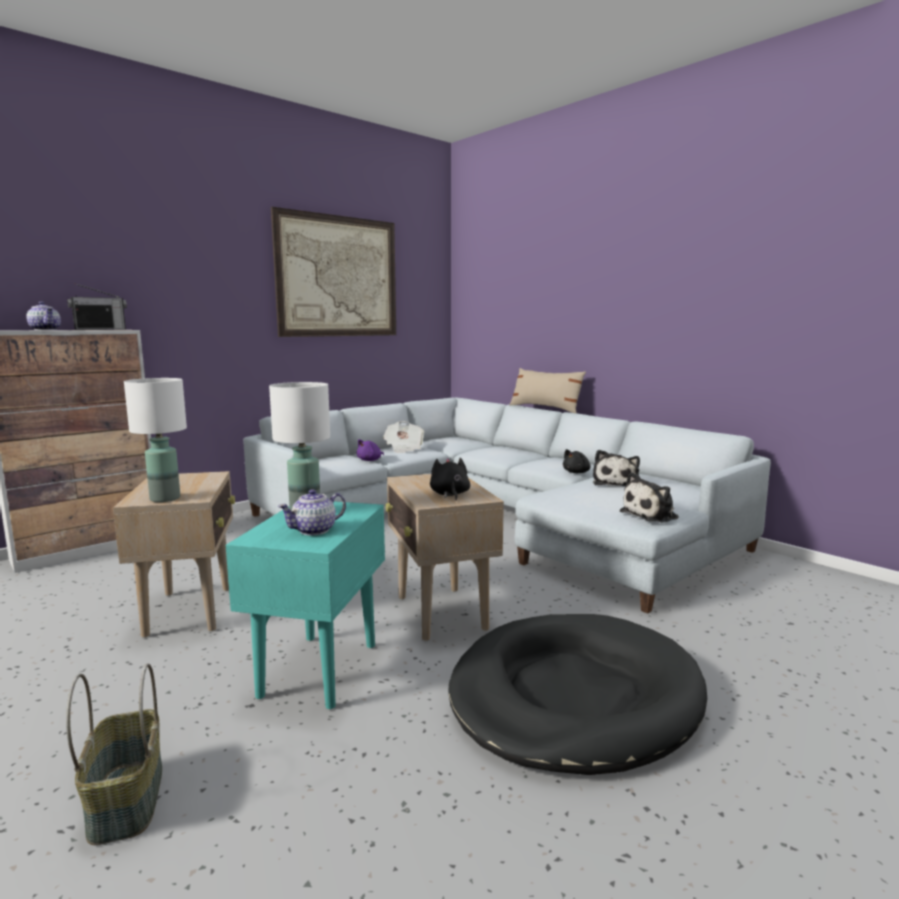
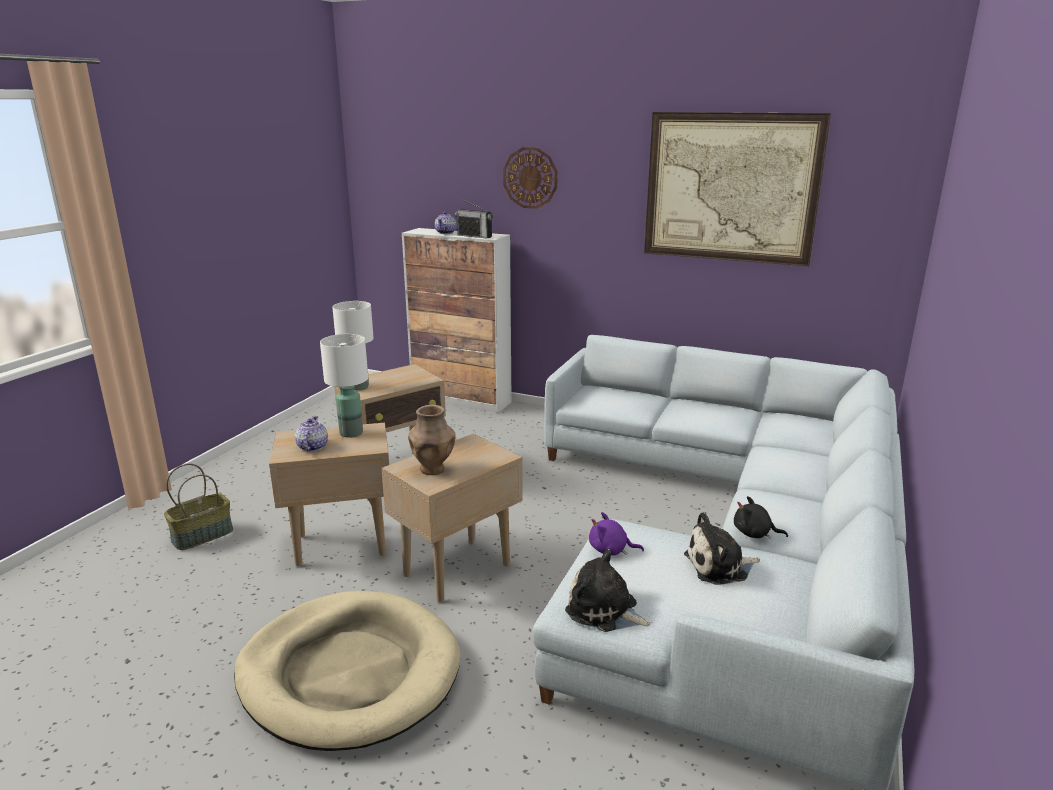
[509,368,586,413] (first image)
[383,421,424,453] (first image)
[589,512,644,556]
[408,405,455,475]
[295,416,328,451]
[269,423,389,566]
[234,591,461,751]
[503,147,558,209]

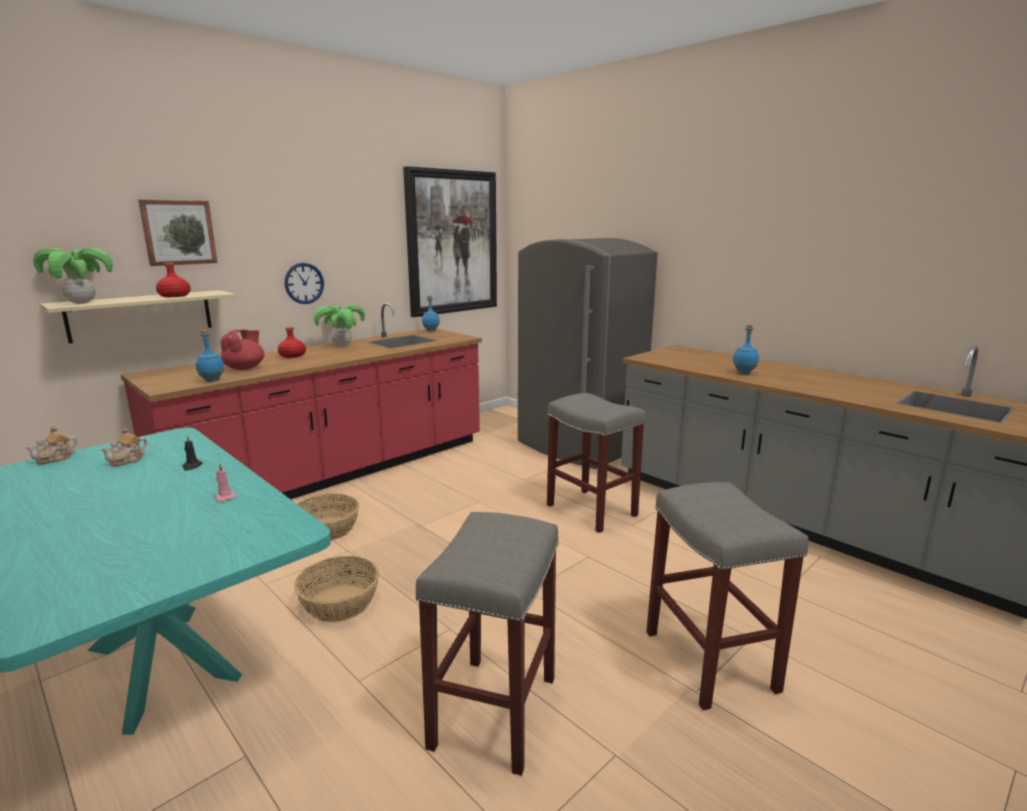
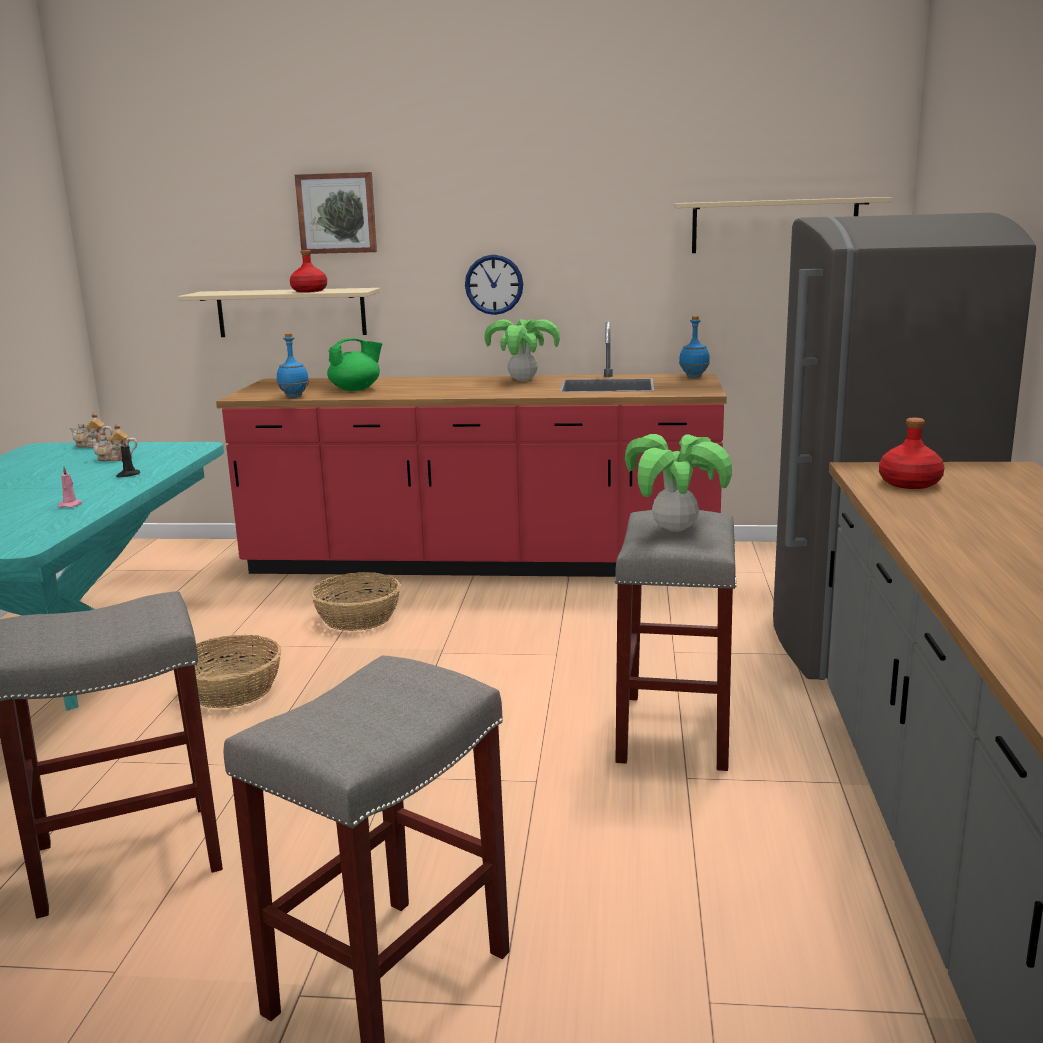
[674,197,893,253]
[625,434,732,532]
[733,324,759,374] (first image)
[879,418,944,489]
[327,338,382,391]

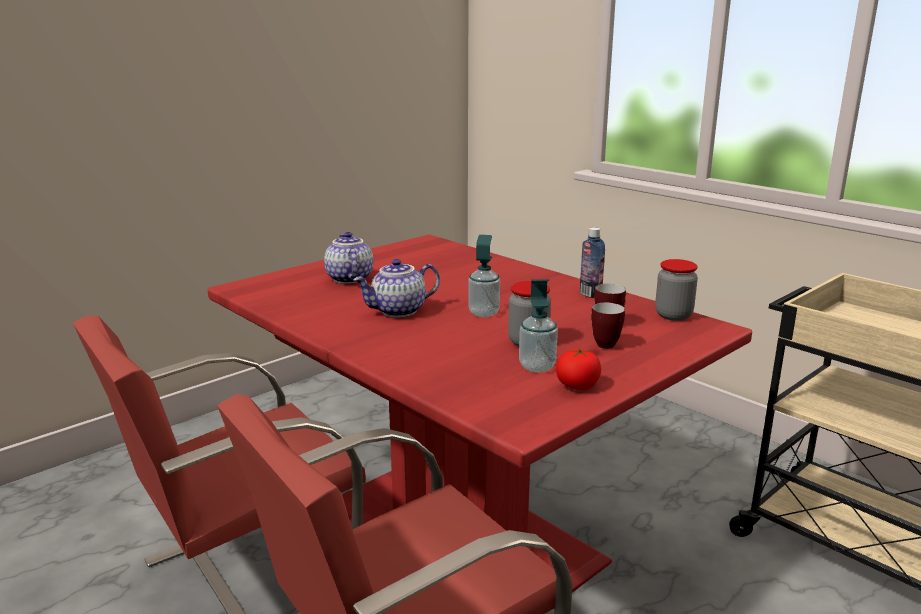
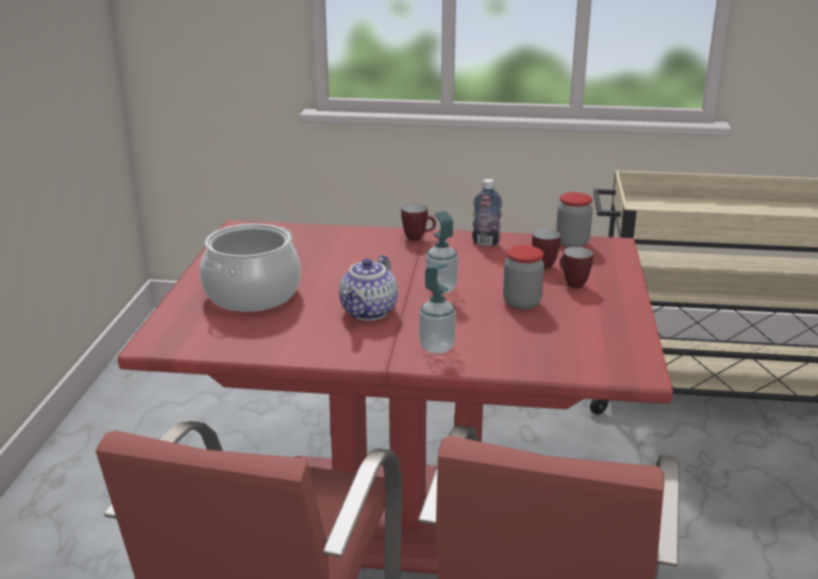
[200,224,301,312]
[419,264,456,354]
[556,348,601,390] (first image)
[401,204,436,241]

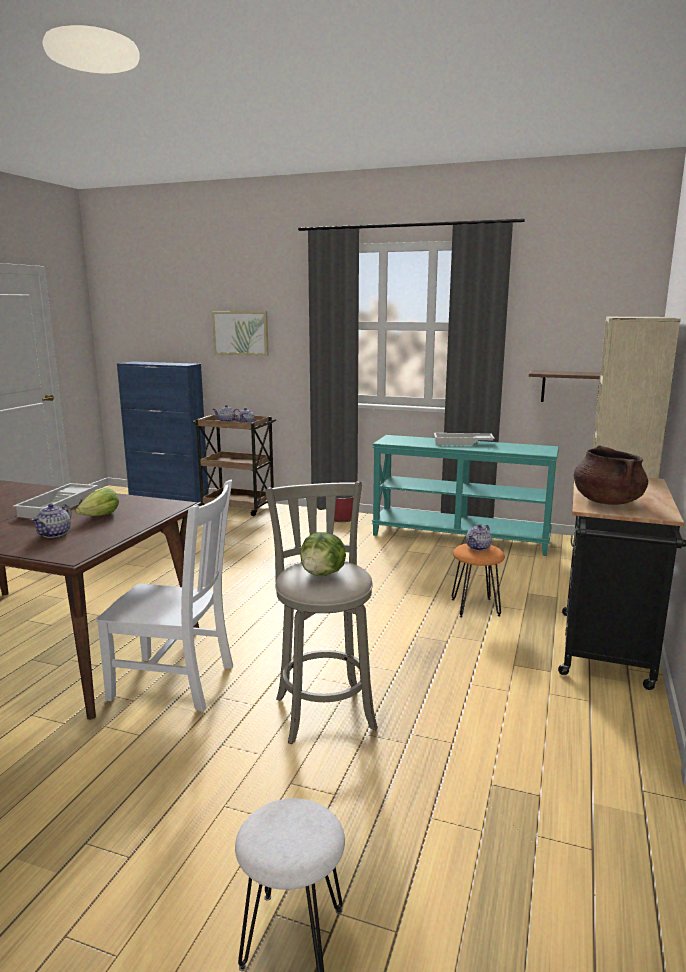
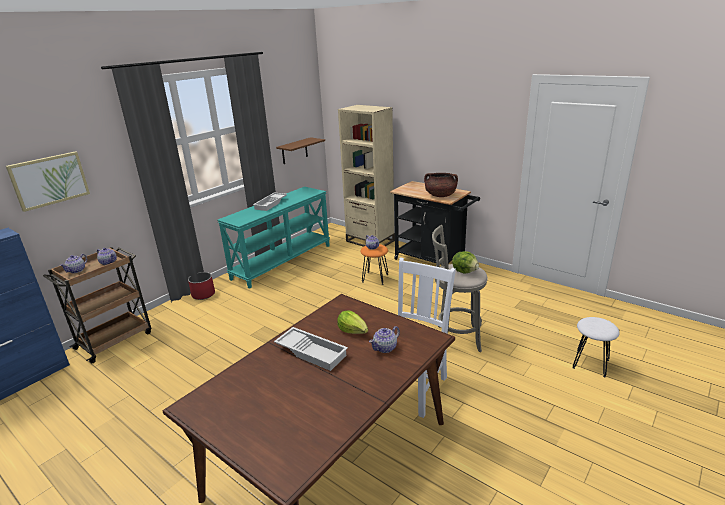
[369,326,400,353]

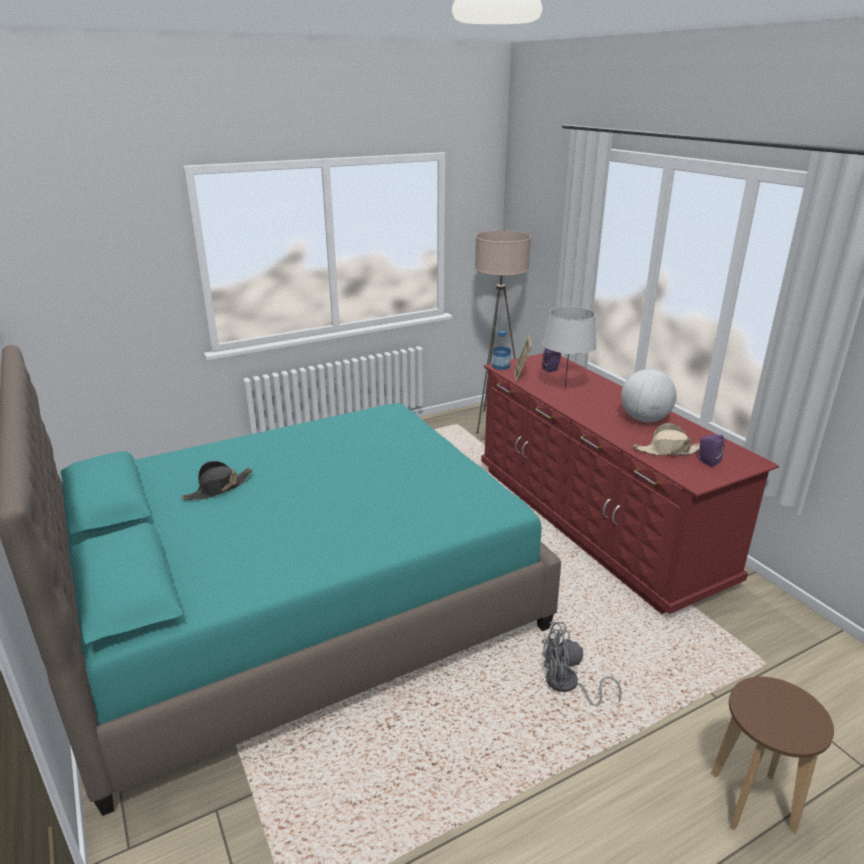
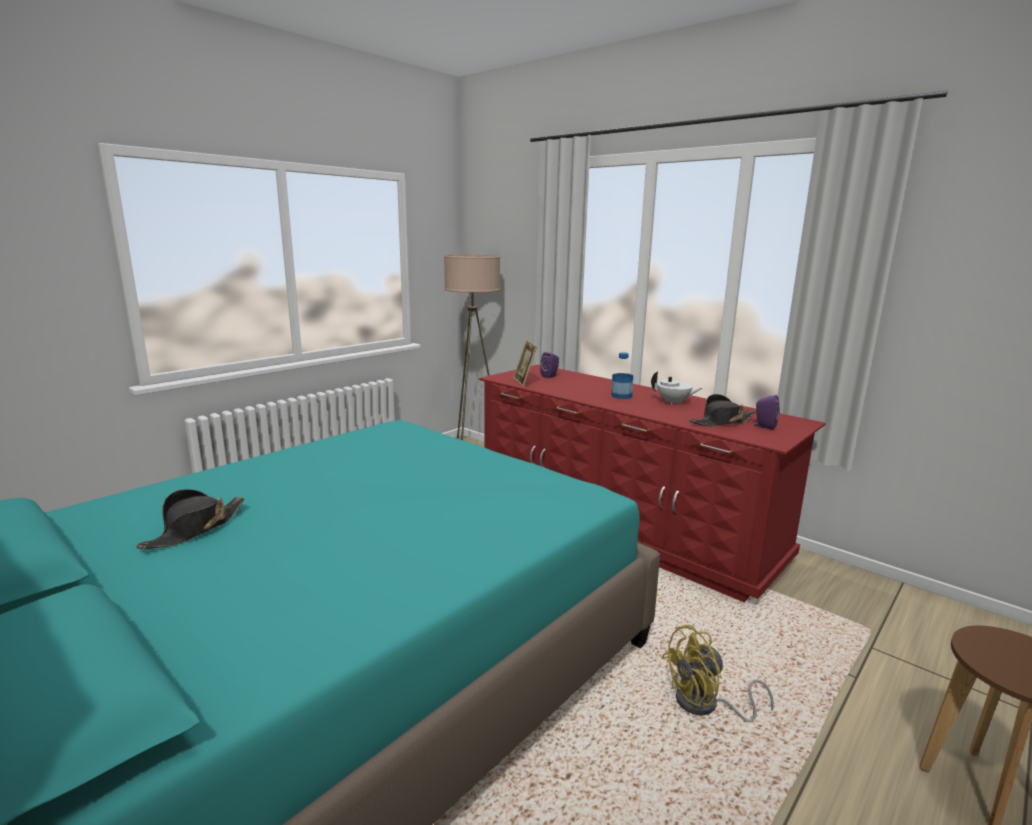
[542,307,597,389] (first image)
[611,352,633,399]
[651,371,703,405]
[688,394,756,426]
[661,625,773,722]

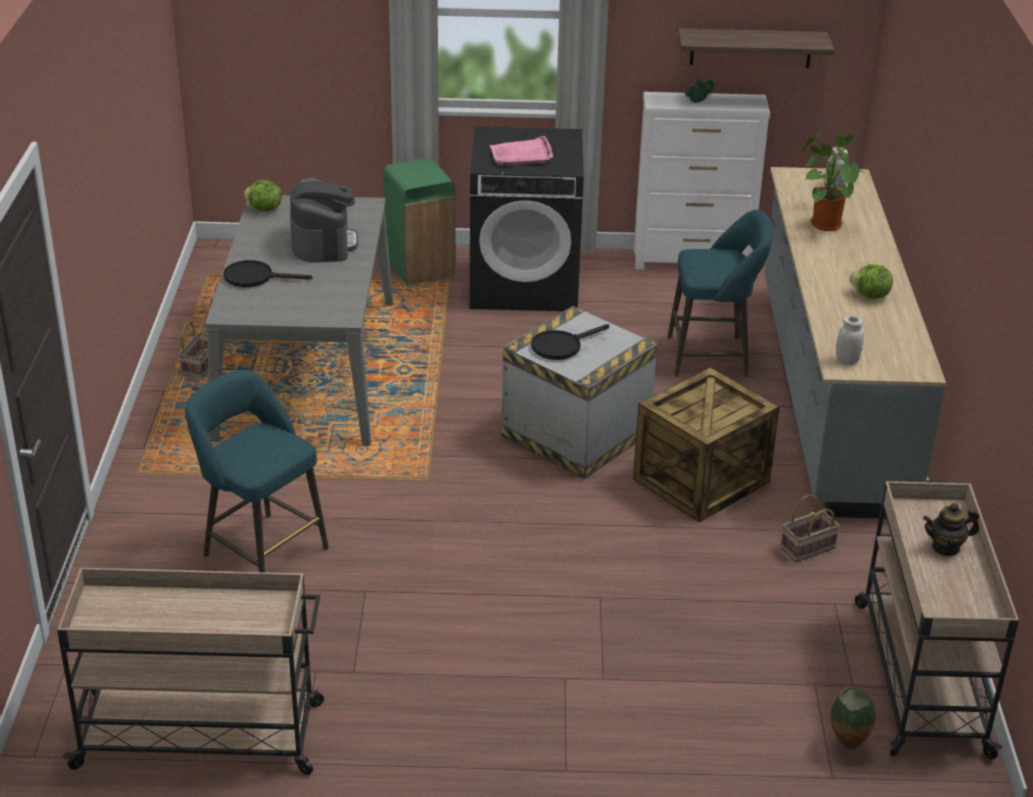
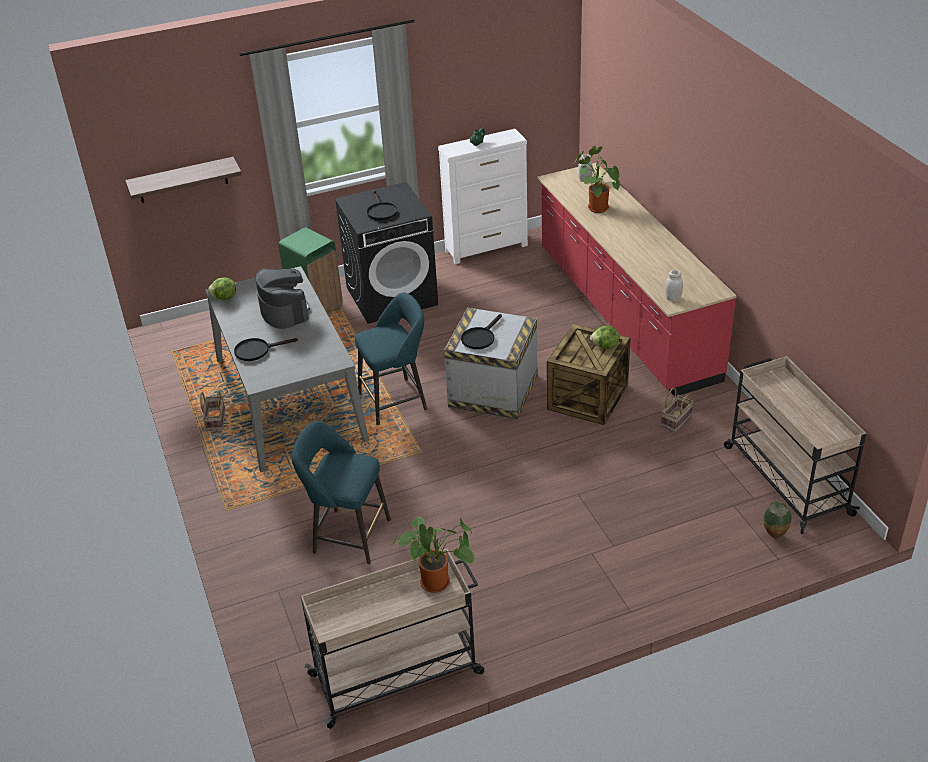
[125,157,242,203]
[367,191,397,220]
[537,163,737,396]
[355,292,427,425]
[590,326,619,350]
[923,503,979,556] (first image)
[392,516,475,593]

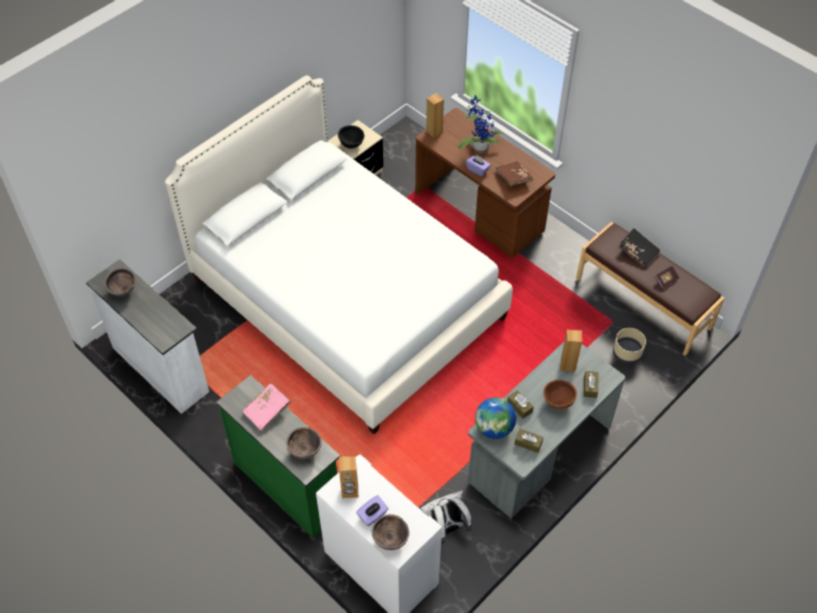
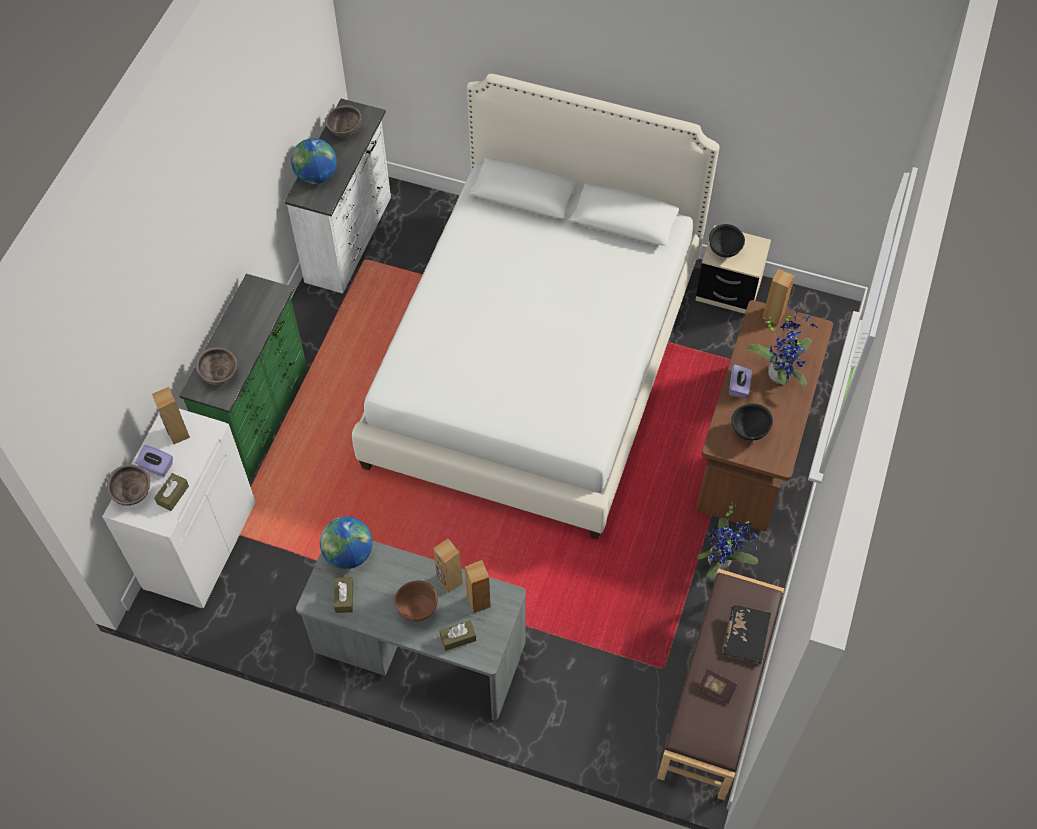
[731,403,773,441]
[613,328,646,364] (first image)
[242,383,291,432] (first image)
[154,473,189,511]
[420,490,472,544] (first image)
[291,138,337,184]
[697,503,760,579]
[433,539,463,593]

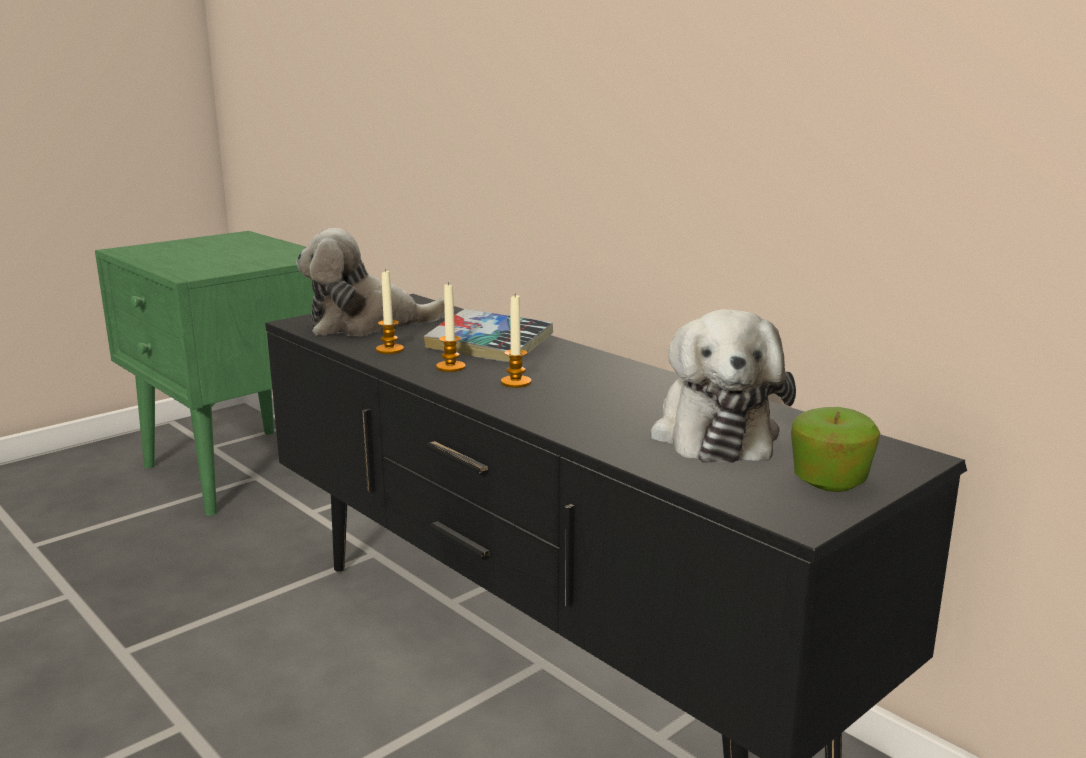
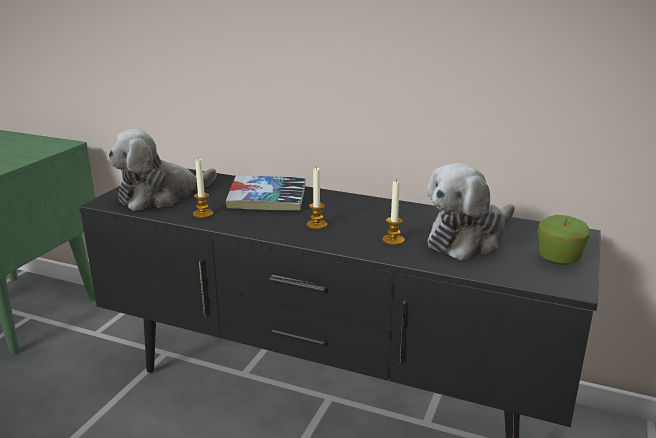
[383,181,404,245]
[427,163,515,260]

